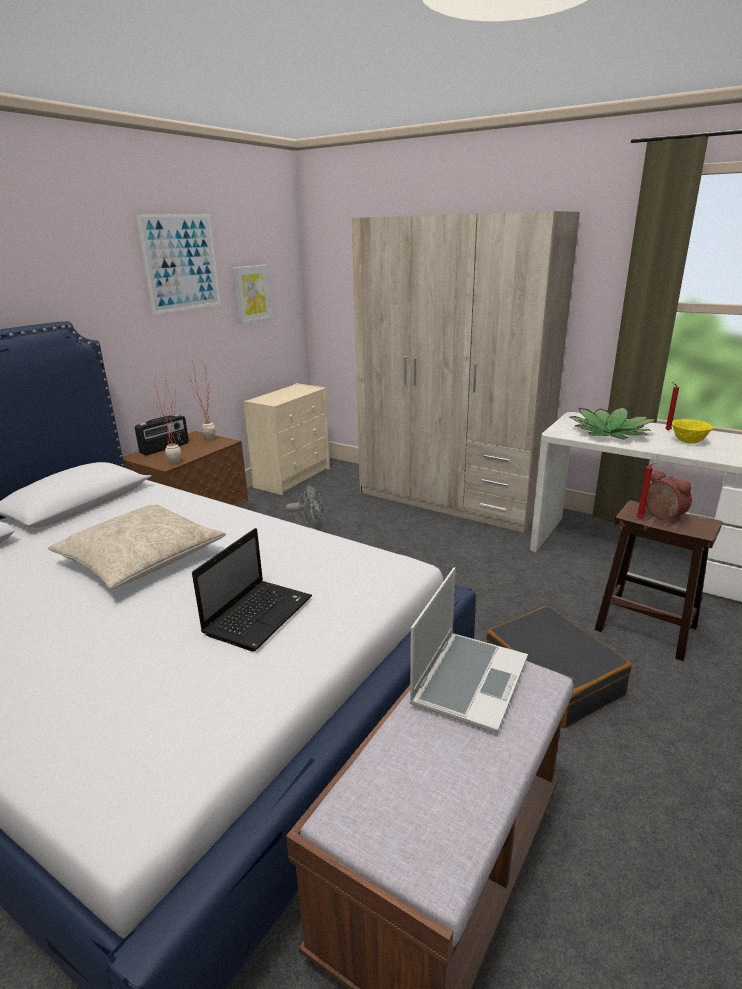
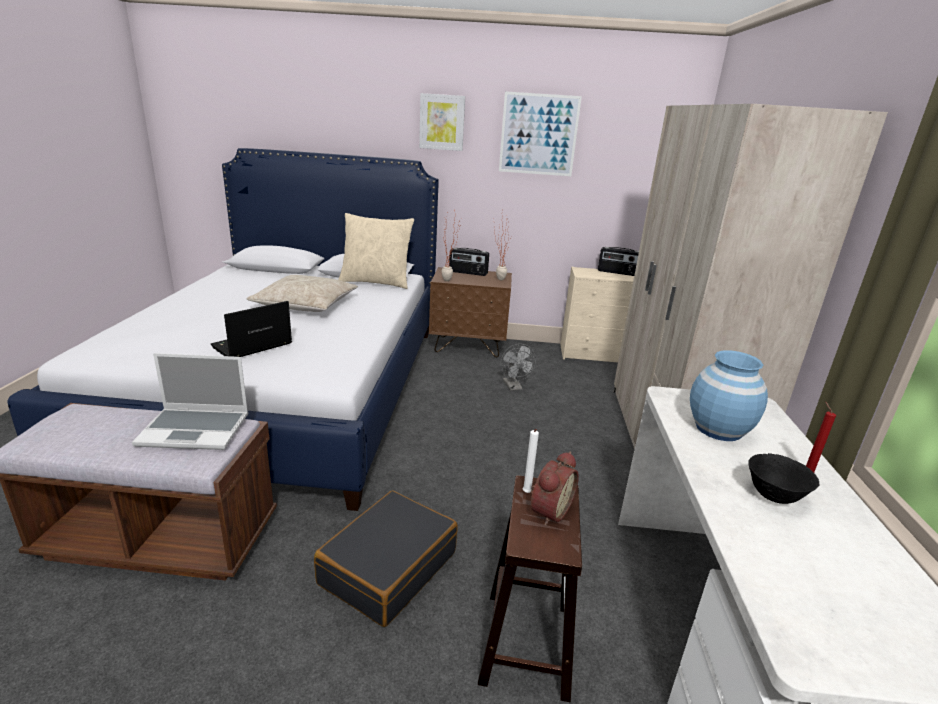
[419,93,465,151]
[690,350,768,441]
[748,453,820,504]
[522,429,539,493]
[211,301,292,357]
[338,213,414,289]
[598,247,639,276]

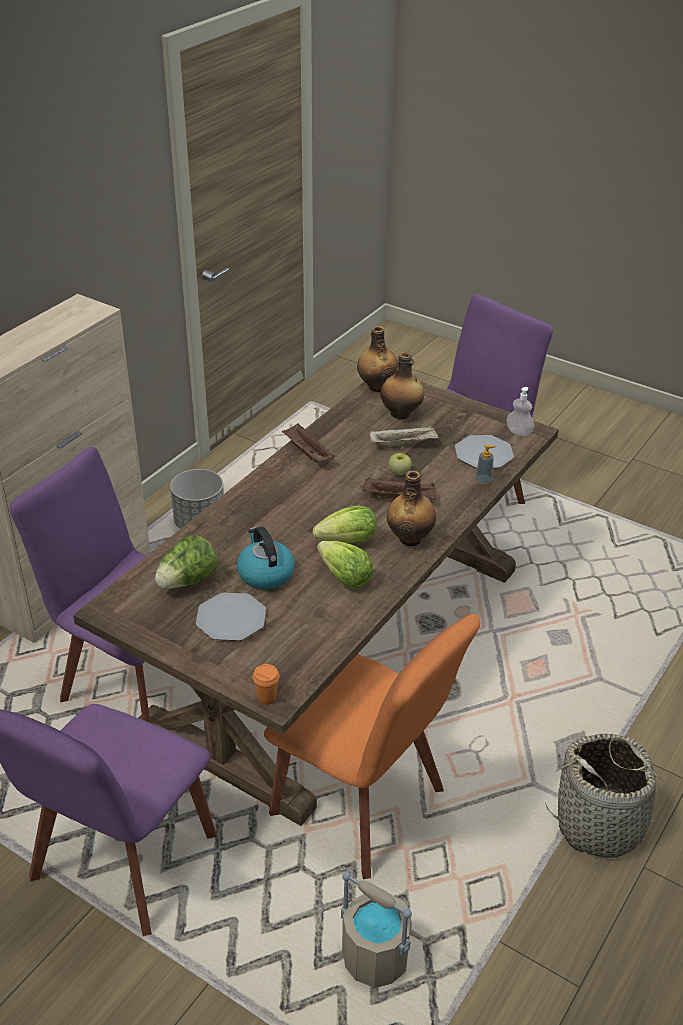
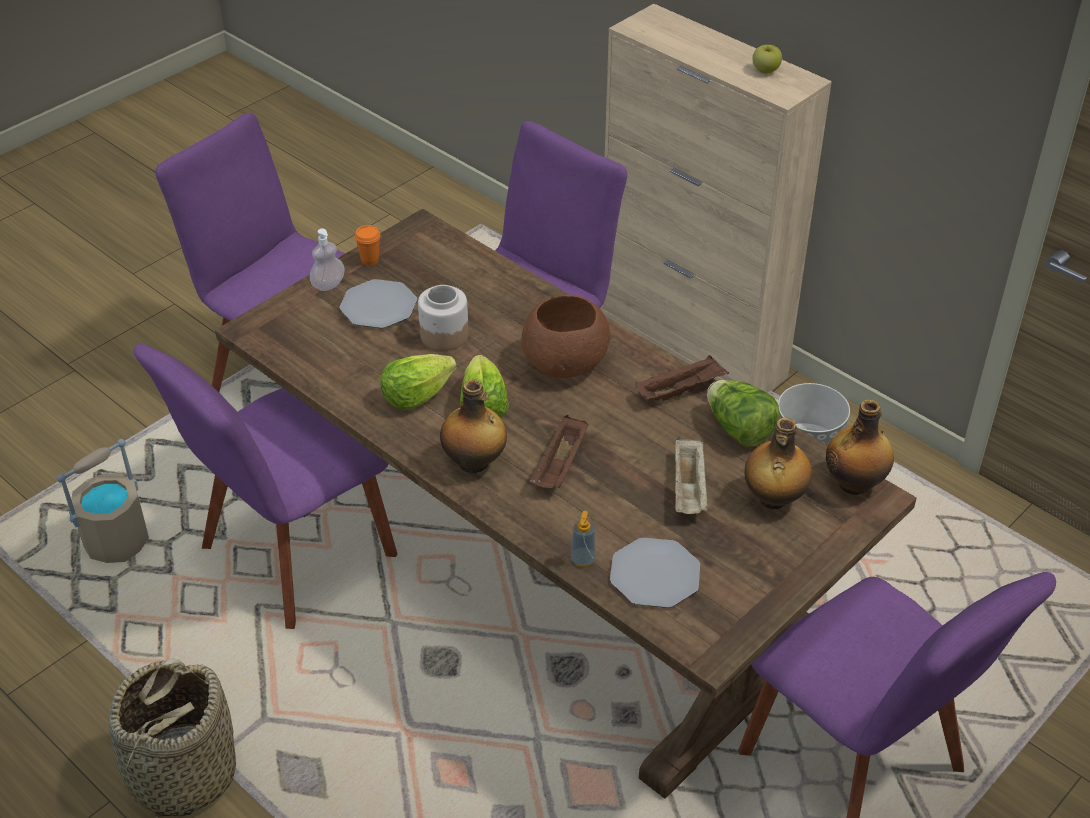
[310,228,345,291]
[753,45,782,73]
[418,285,469,351]
[707,380,780,447]
[134,344,397,629]
[355,225,381,266]
[522,295,610,378]

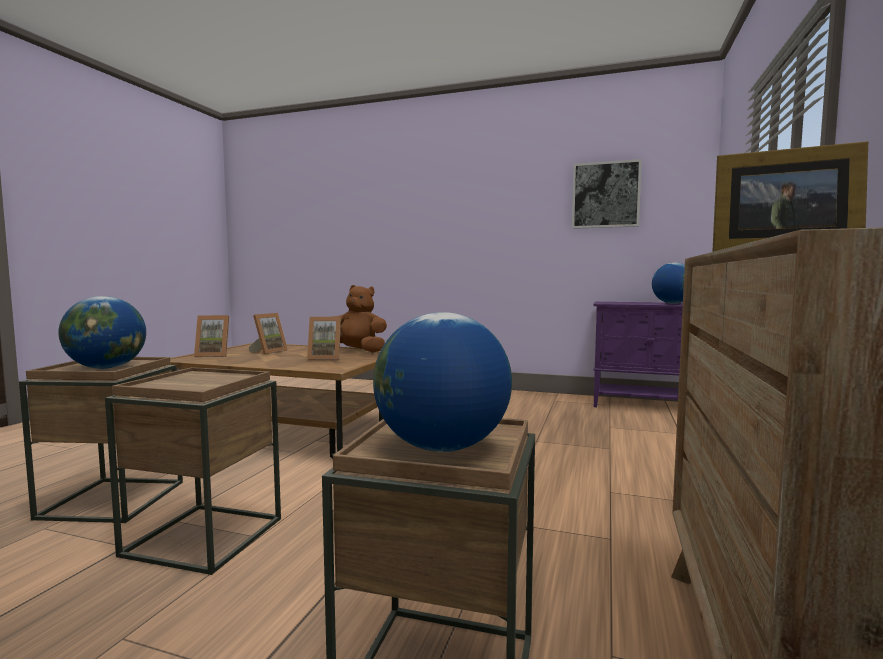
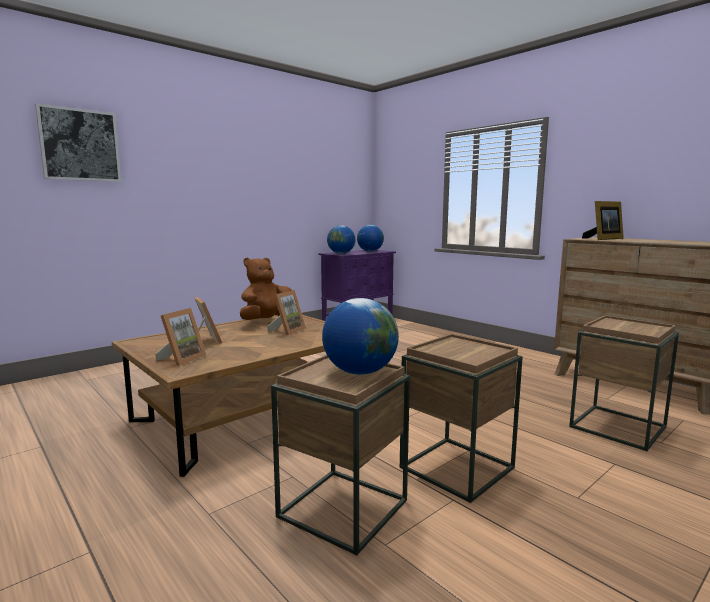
[35,103,121,182]
[327,225,355,254]

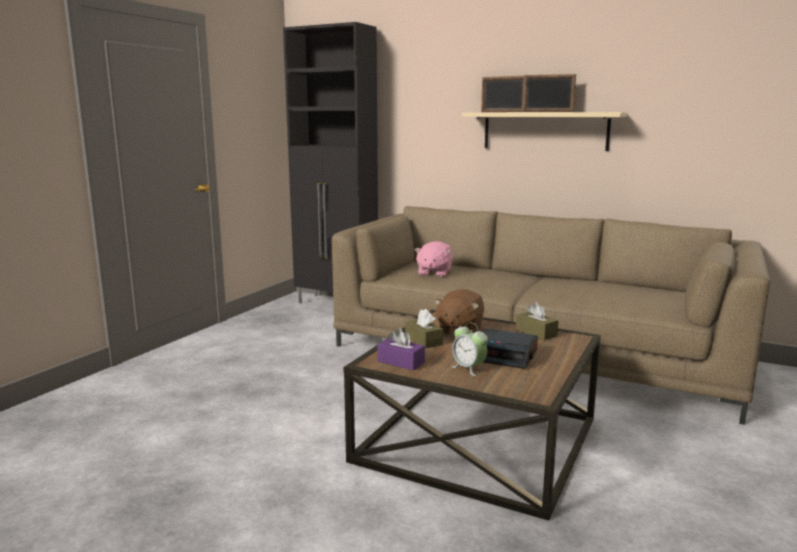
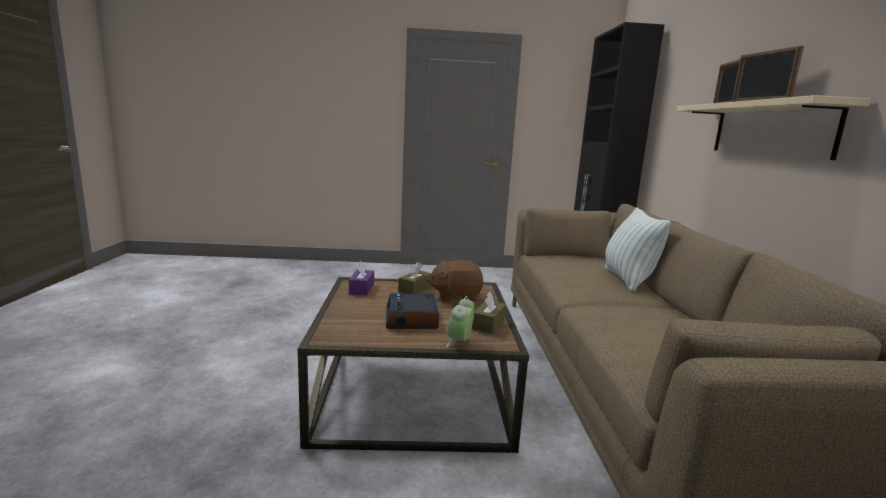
[415,241,453,277] (first image)
[446,296,474,347]
[605,208,671,292]

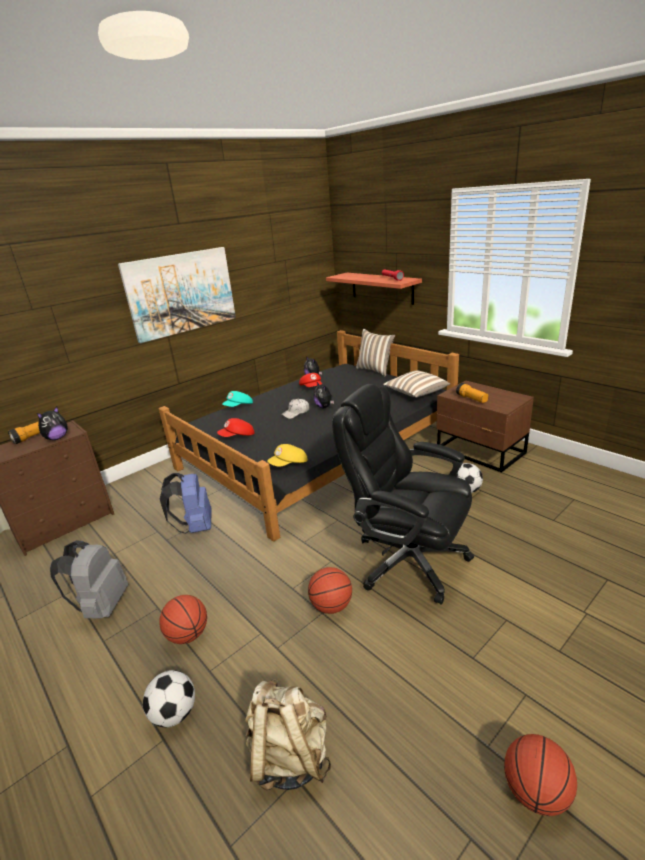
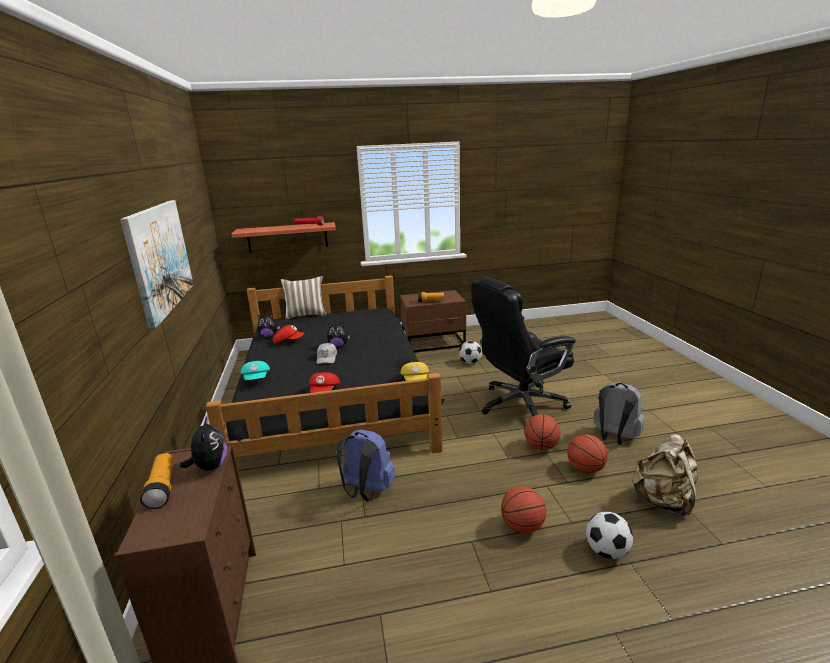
[383,371,450,398] (first image)
[594,382,645,445]
[567,434,608,474]

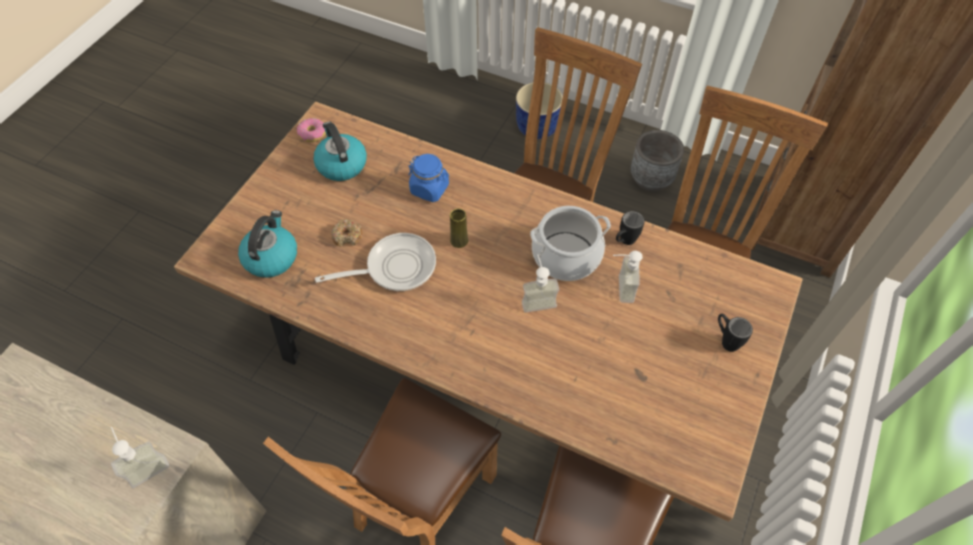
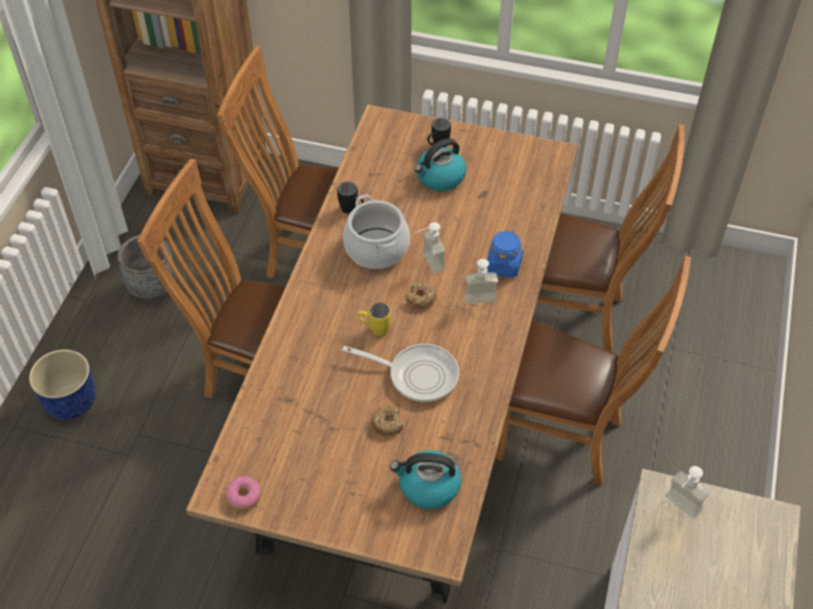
[414,138,466,191]
[487,230,523,278]
[358,302,391,336]
[342,344,459,402]
[464,259,498,304]
[406,282,437,309]

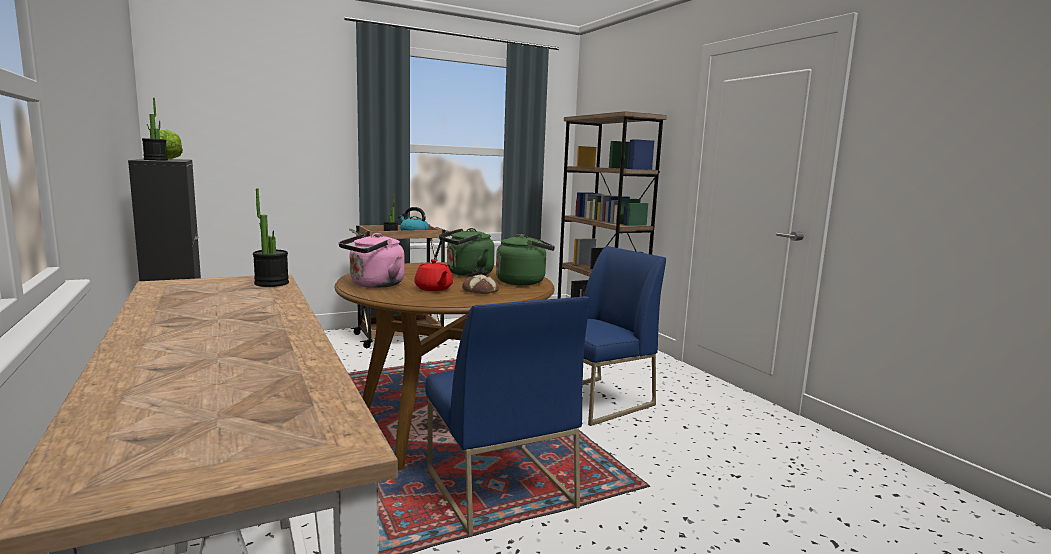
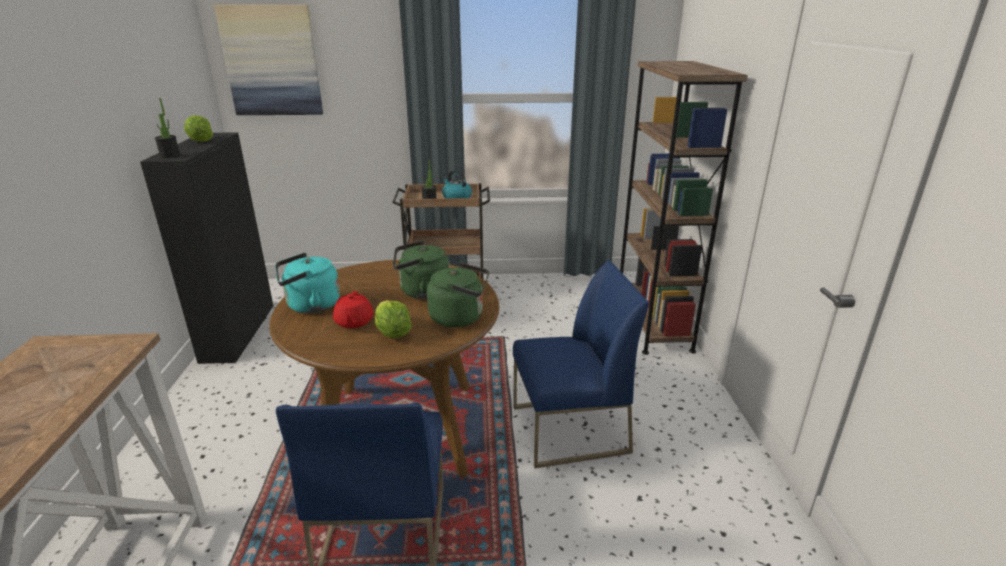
[253,189,289,287] (first image)
[275,253,340,314]
[375,300,412,338]
[214,5,323,115]

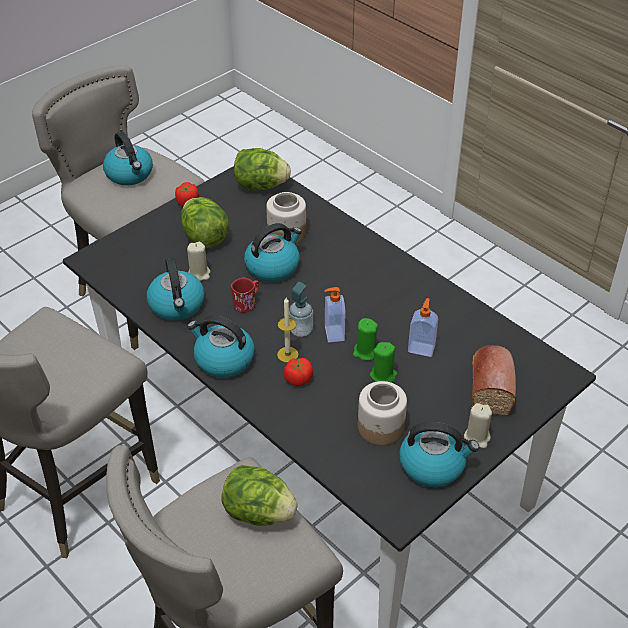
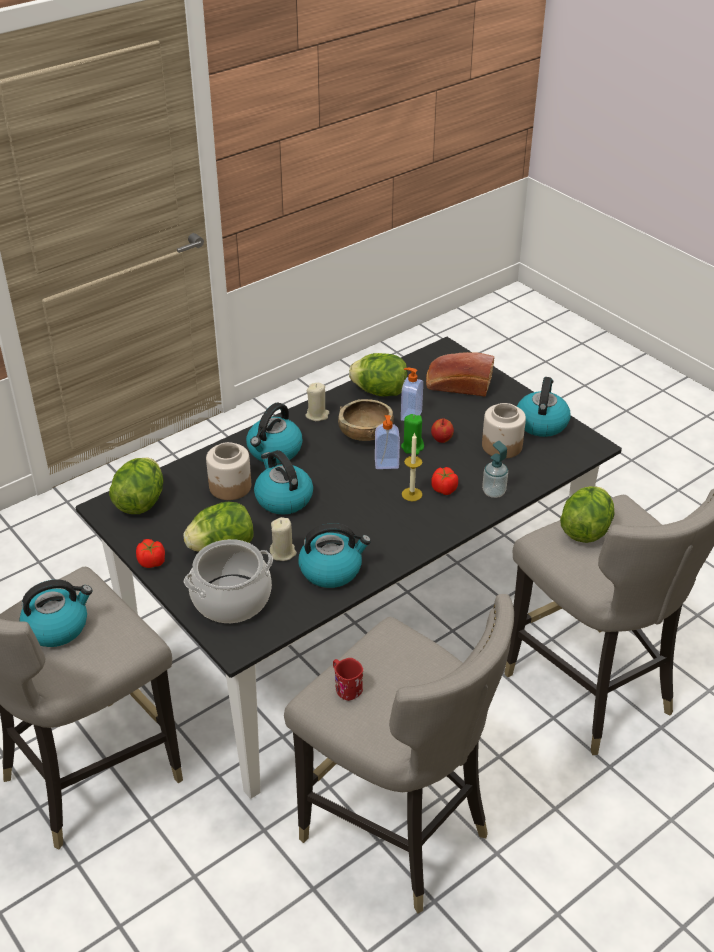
[333,658,364,701]
[482,441,508,498]
[246,403,303,464]
[431,418,454,443]
[305,383,329,421]
[349,353,407,396]
[338,399,394,441]
[184,539,273,623]

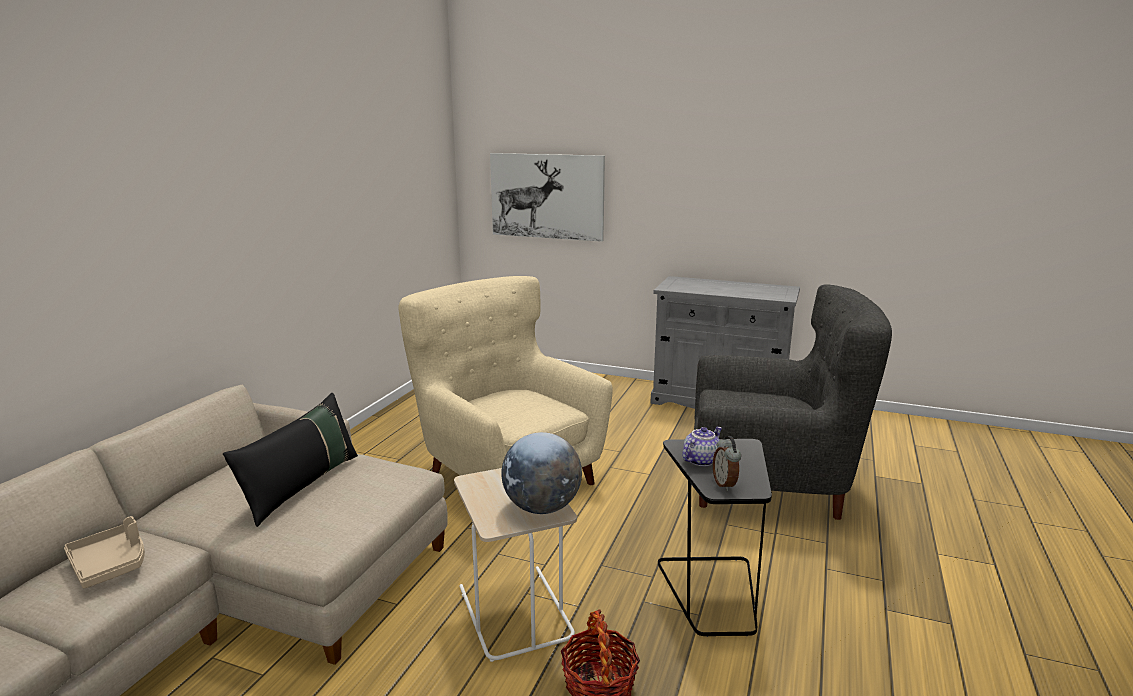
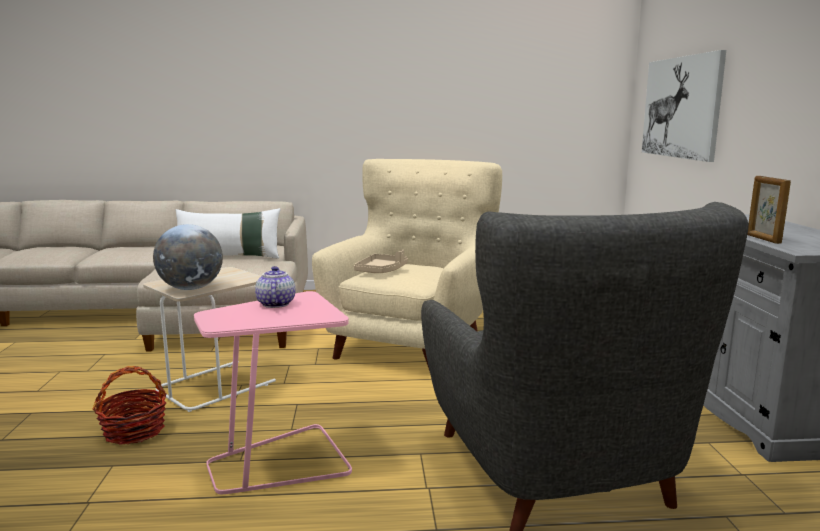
[176,208,281,259]
[255,266,295,308]
[713,436,741,491] (first image)
[194,291,352,494]
[354,250,408,273]
[747,176,791,244]

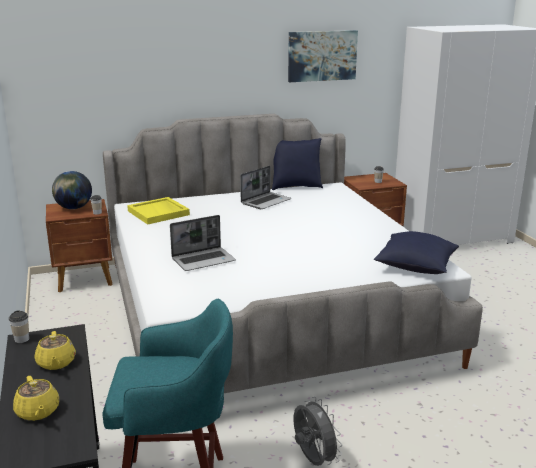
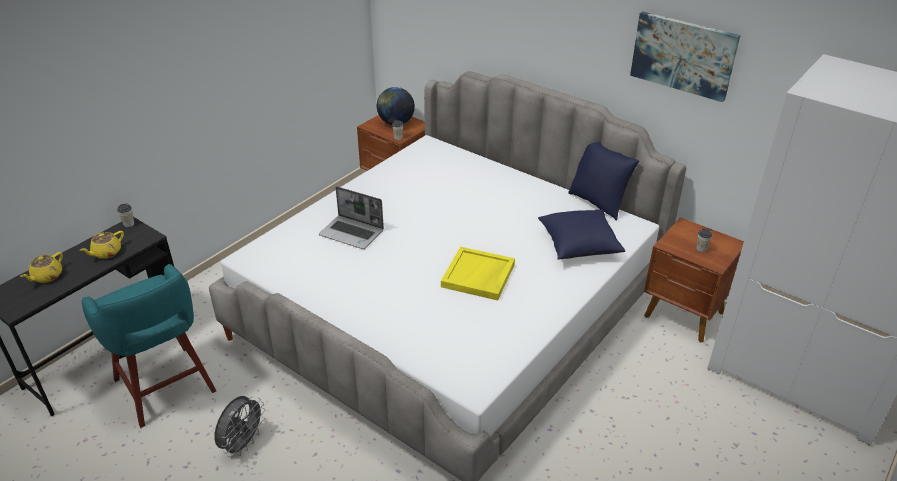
[240,166,291,209] (first image)
[441,247,515,301]
[538,209,625,259]

